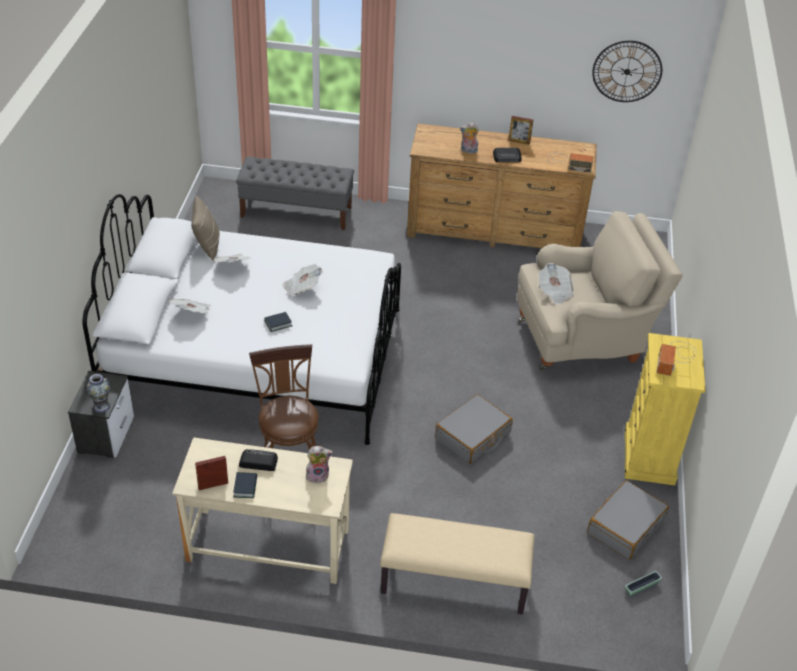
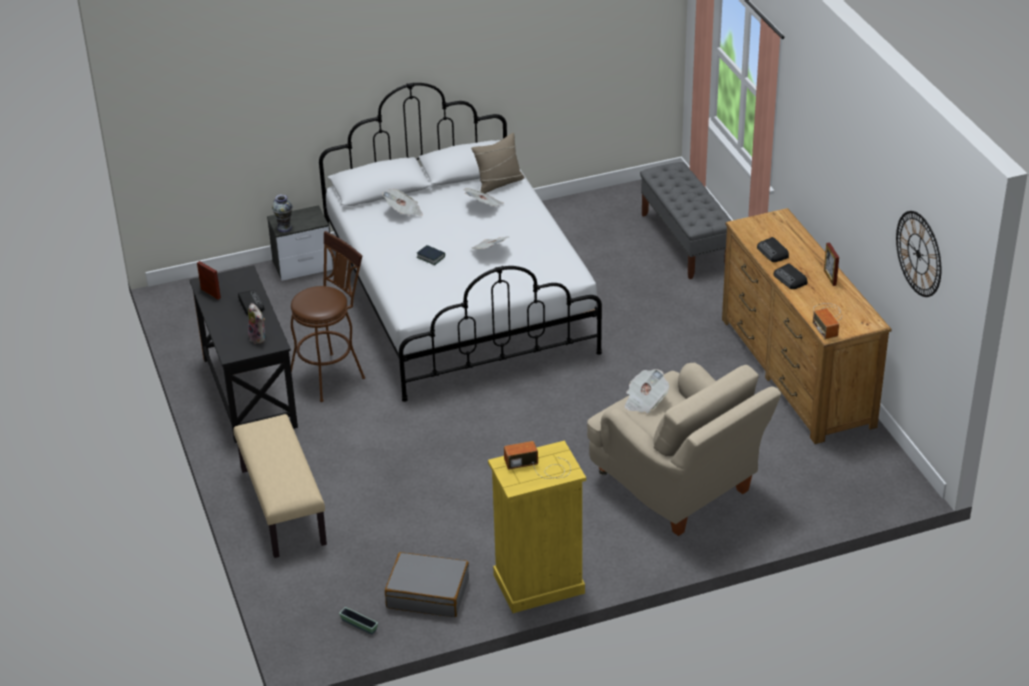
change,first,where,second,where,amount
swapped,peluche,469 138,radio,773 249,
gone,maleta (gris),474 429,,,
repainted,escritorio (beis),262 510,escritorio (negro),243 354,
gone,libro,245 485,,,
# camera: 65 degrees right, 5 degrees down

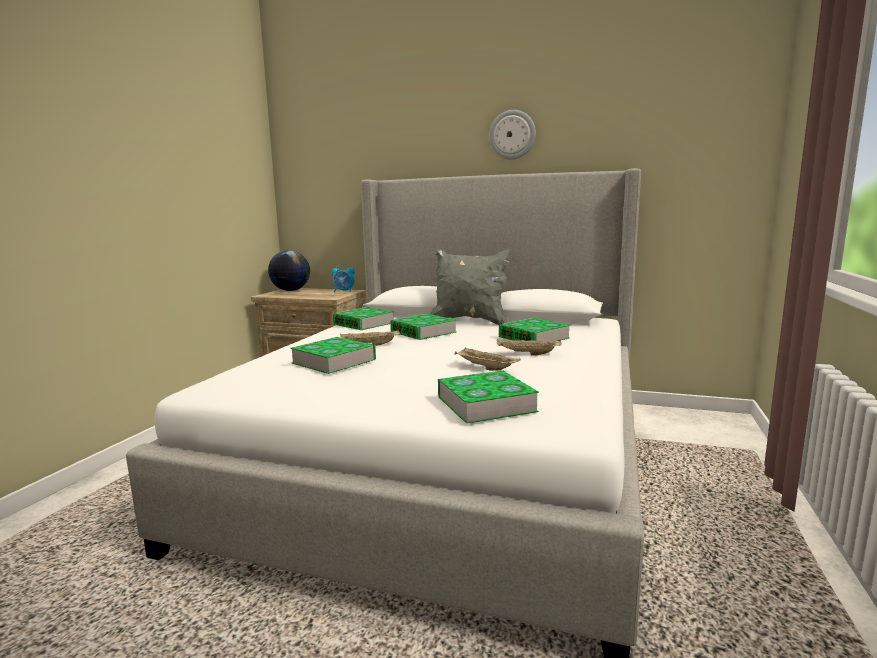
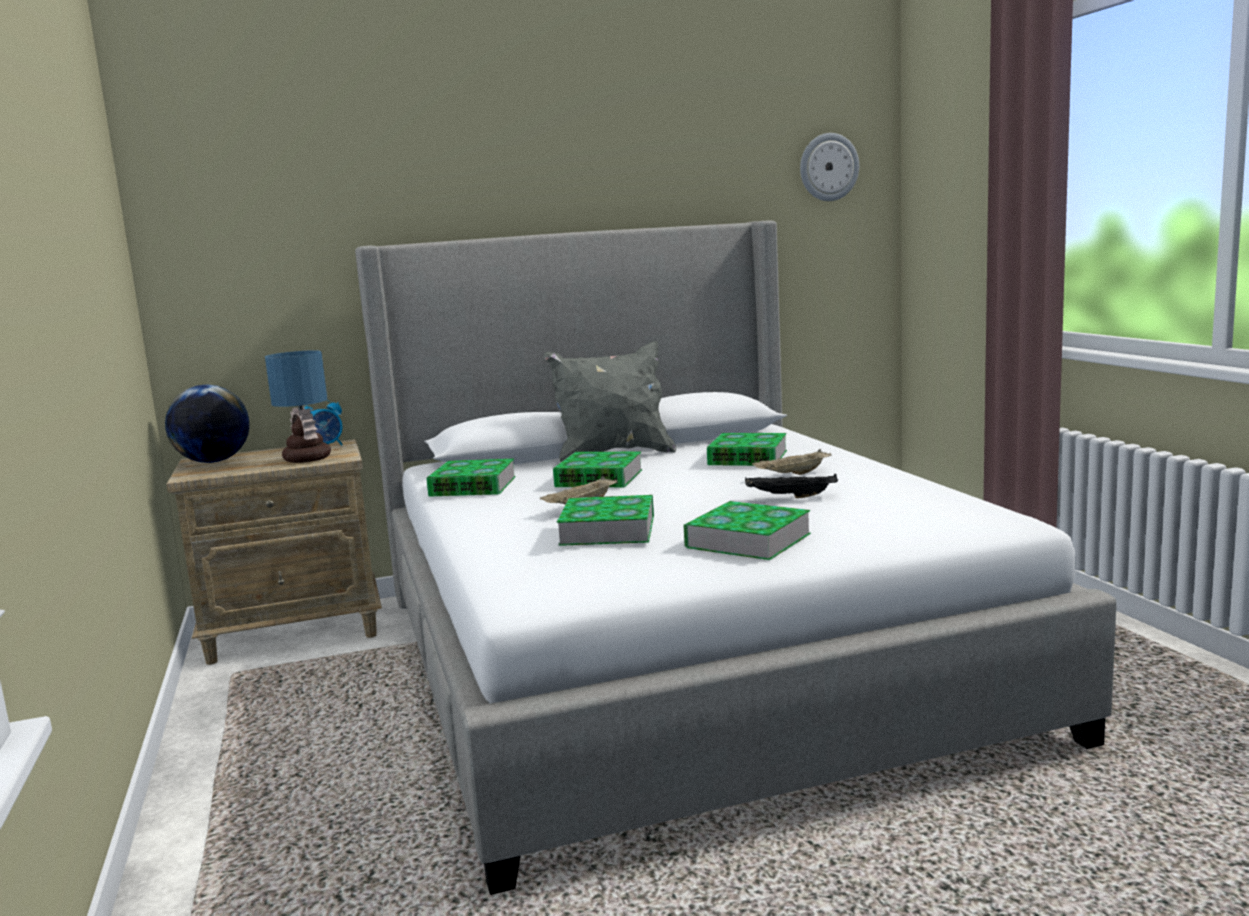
change,first,where,second,where,amount
shifted,reloj de pared,512 134,,829 167,
repainted,bandeja (beis),488 359,bandeja (negro),791 485,
shifted,libro,488 397,,747 530,
new,,,lámpara de mesa,298 406,
# camera: 35 degrees left, 0 degrees up

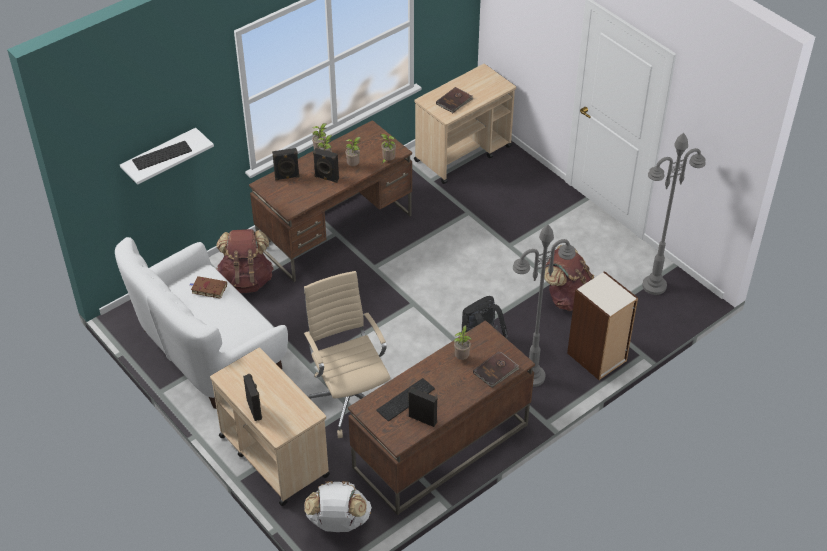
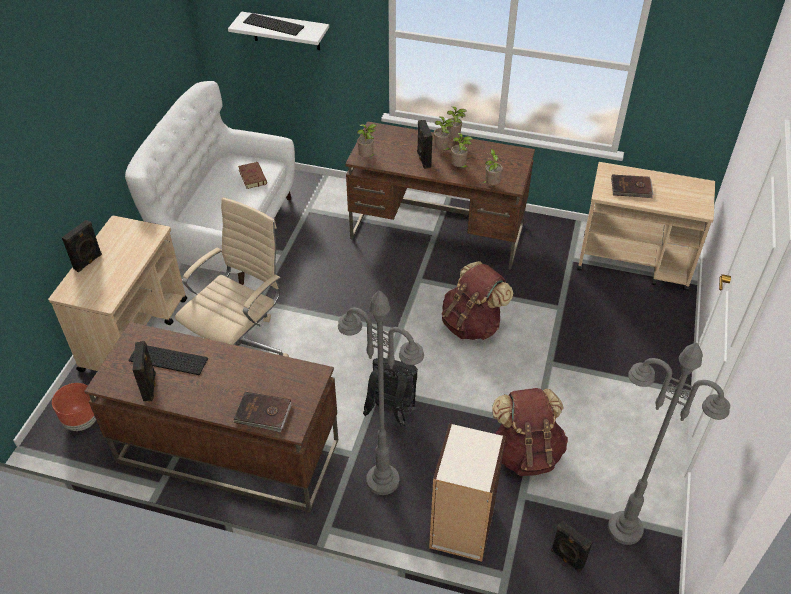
change,first,where,second,where,amount
shifted,altavoz (negro),286 164,,572 546,
shifted,mochila (marrón),245 261,,477 300,
shifted,planta en maceta,463 342,,367 140,
swapped,mochila (blanco),338 506,maceta (marrón),74 407,
# camera: 55 degrees right, 0 degrees up

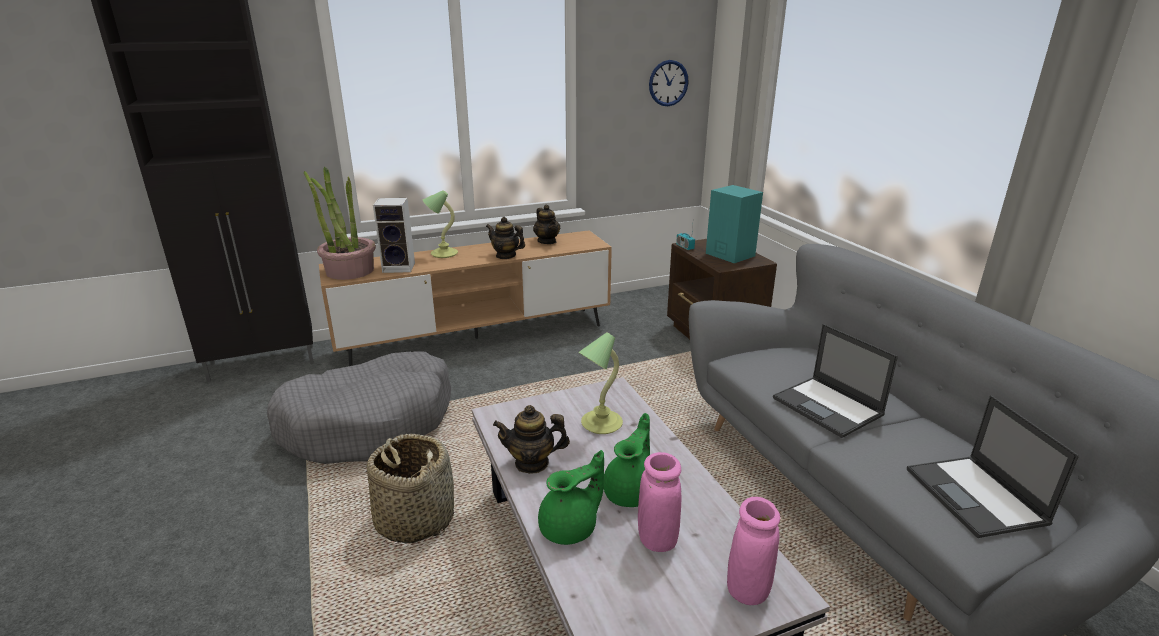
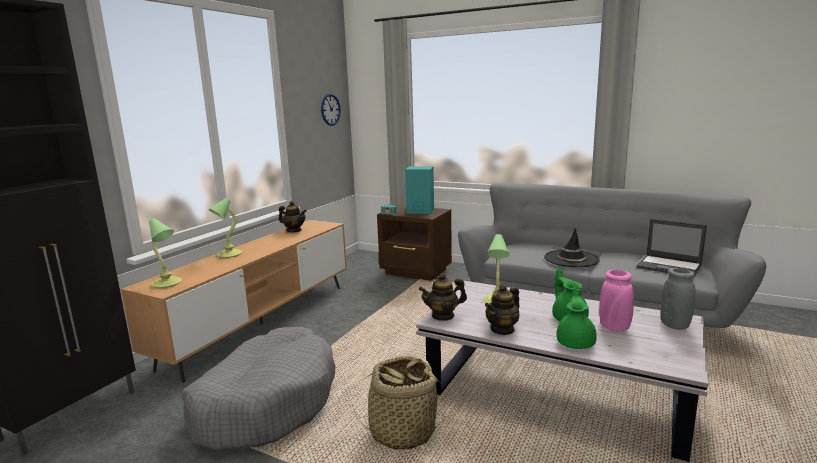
change,first,where,second,where,amount
swapped,planta en maceta,340 223,lámpara de mesa,165 253,
gone,altavoz,394 235,,,
shifted,tetera,505 238,,443 297,
swapped,portátil,835 381,sombrero (negro),572 247,
repainted,florero (rosa),753 551,florero (gris),677 299,
# camera: 40 degrees left, 10 degrees down

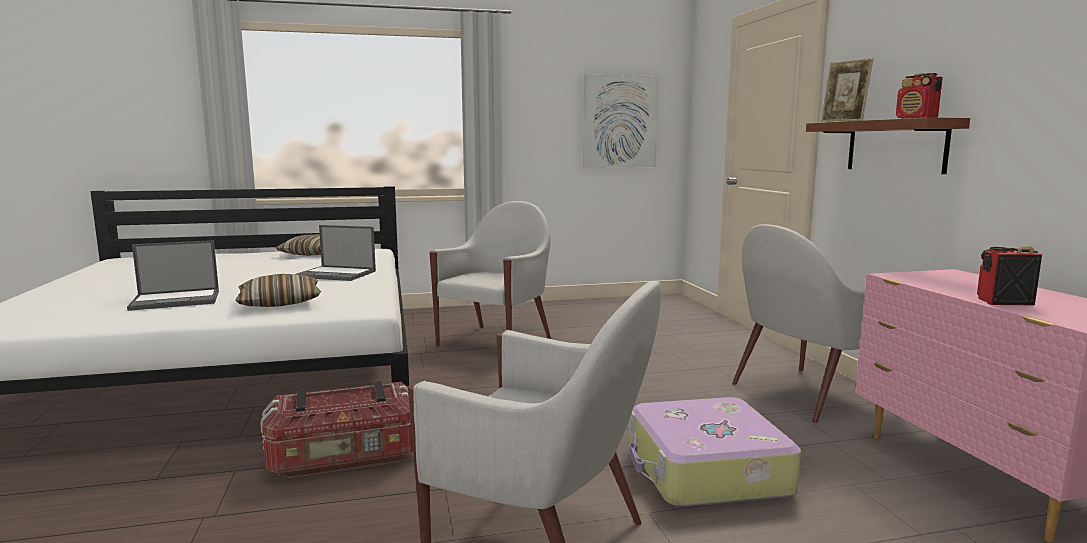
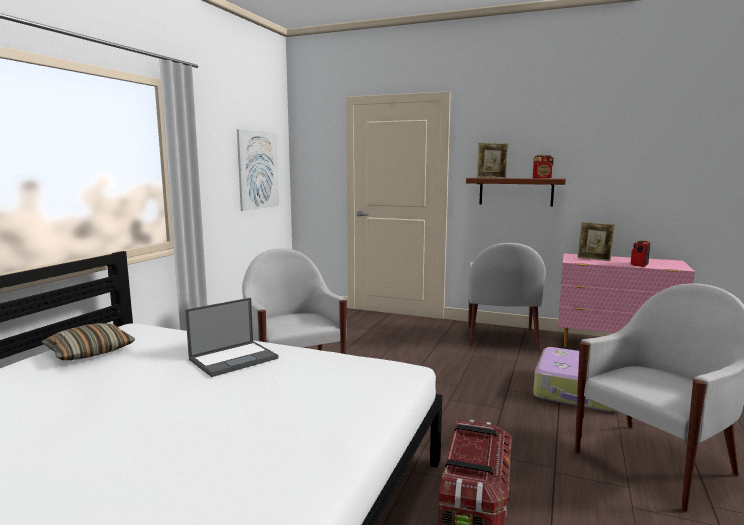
change,first,where,second,where,amount
gone,portátil,173 275,,,
gone,cojín,278 290,,,
new,,,portarretratos,596 241,
# camera: 55 degrees left, 0 degrees up

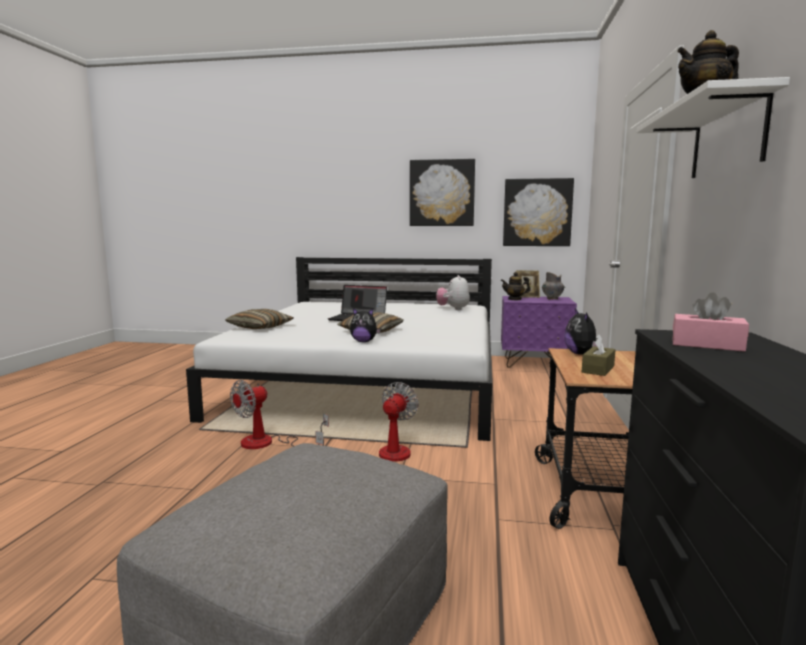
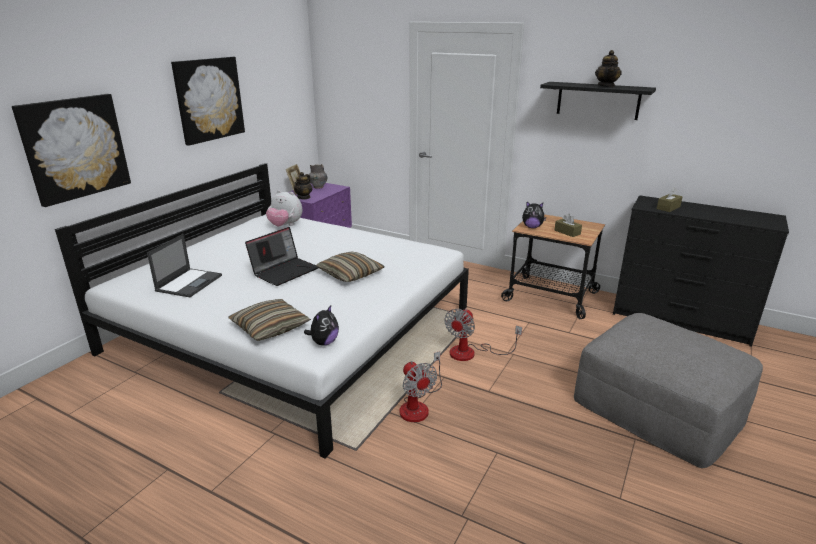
change,first,where,second,where,amount
repainted,estante (blanco),713 127,estante (negro),598 101,
shifted,cuadro,538 212,,71 150,
repainted,caja de pañuelos (rosa),711 322,caja de pañuelos (marrón),670 199,
shifted,peluche,365 325,,321 325,
rotated,ventilador,367 422,,483 334,105 degrees counterclockwise
new,,,portátil,184 265,
# camera: 70 degrees left, 15 degrees up

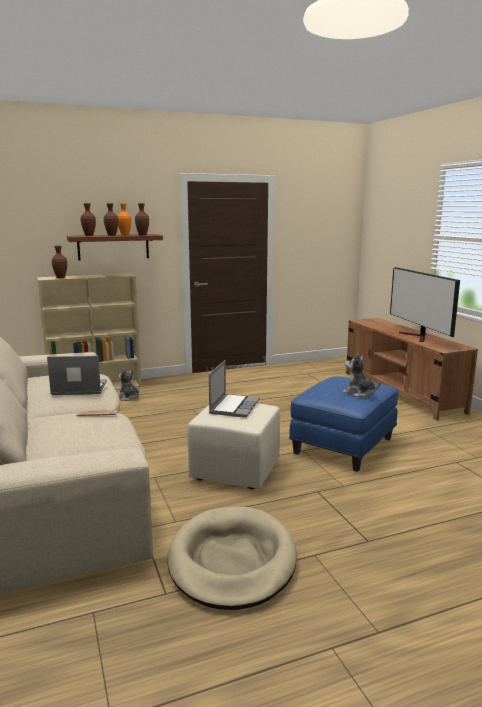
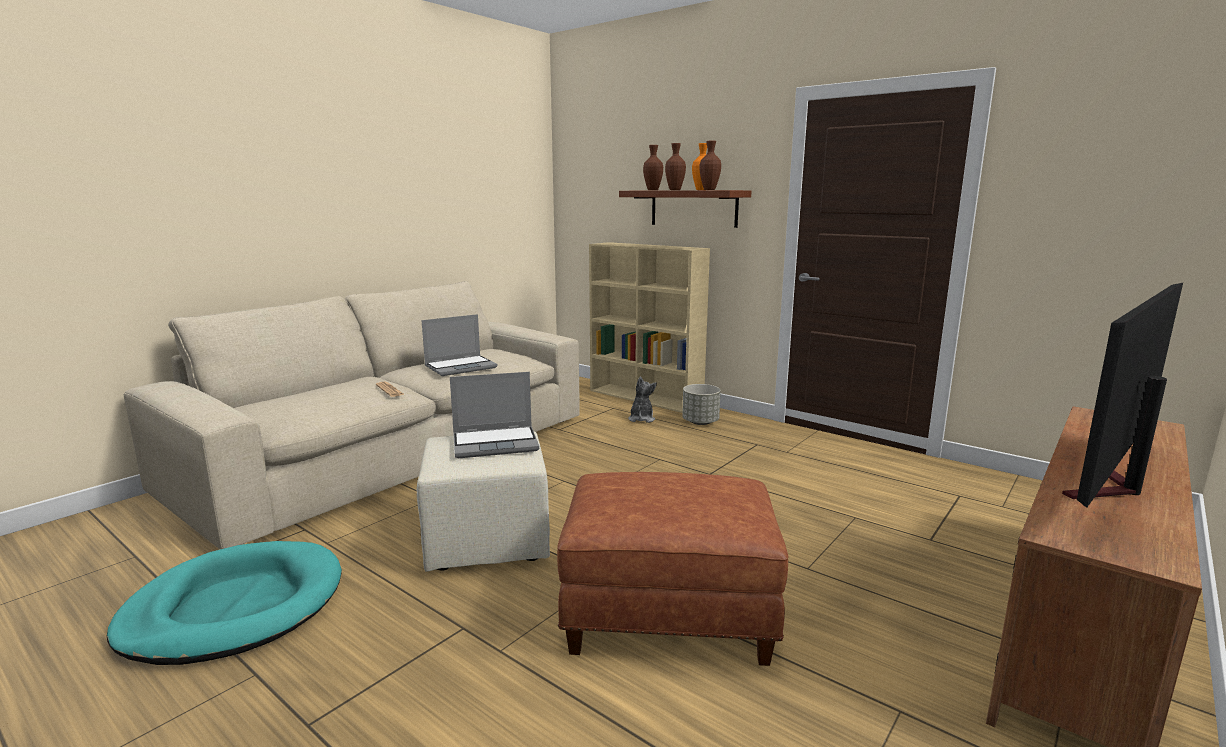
change,first,where,second,where,amount
gone,florero (marrón),59 262,,,
gone,peluche,362 375,,,
rotated,portátil,77 375,,459 345,90 degrees clockwise
repainted,puf (azul),344 424,puf (marrón),672 569,
repainted,cama para perro (beis),232 558,cama para perro (turquesa),224 603,
new,,,maceta (gris),701 404,
# camera: 60 degrees right, 0 degrees up

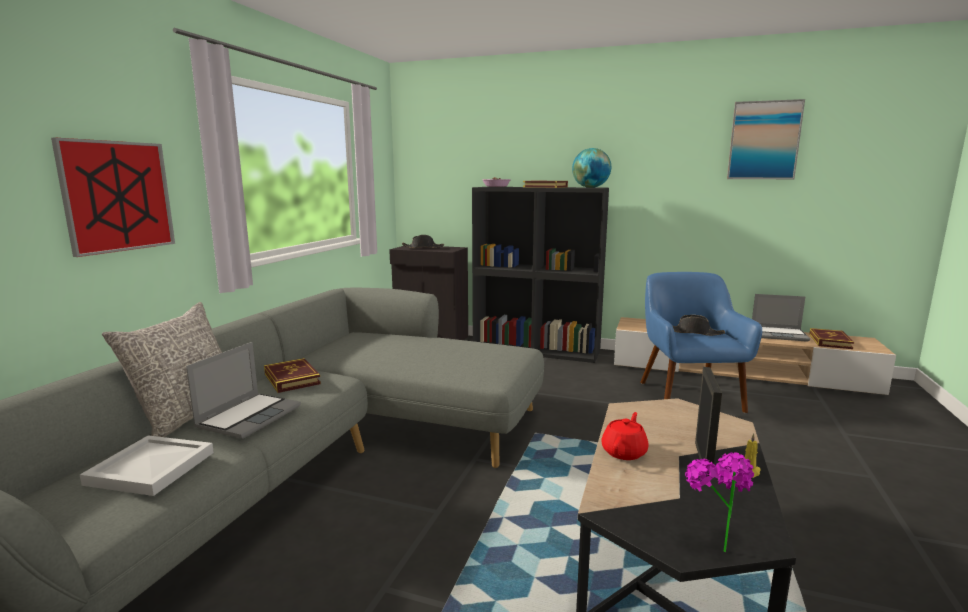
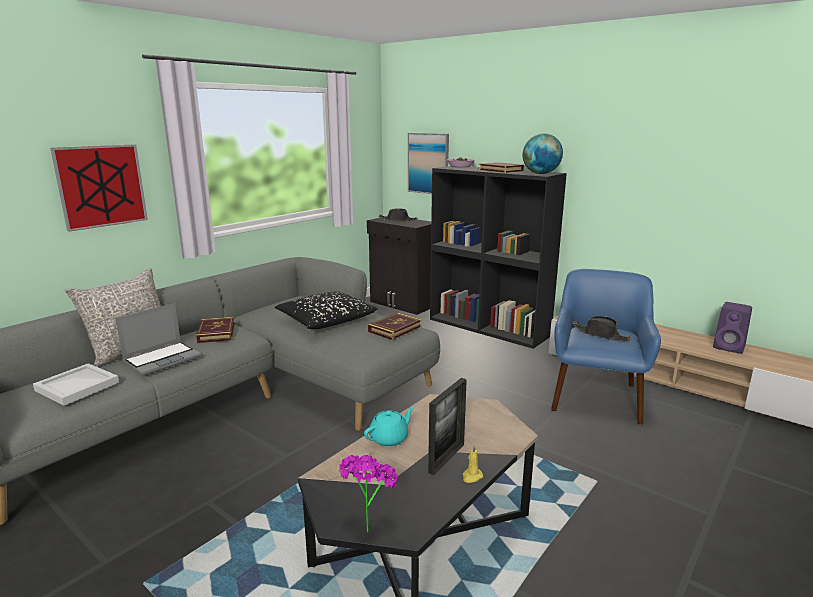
change,first,where,second,where,amount
shifted,cuadro,766 139,,428 163,
swapped,portátil,781 318,altavoz (morado),732 328,
shifted,libro,831 338,,395 326,
repainted,tetera (rojo),625 436,tetera (turquesa),389 426,
new,,,cojín (negro),326 310,
# camera: 20 degrees right, 5 degrees up

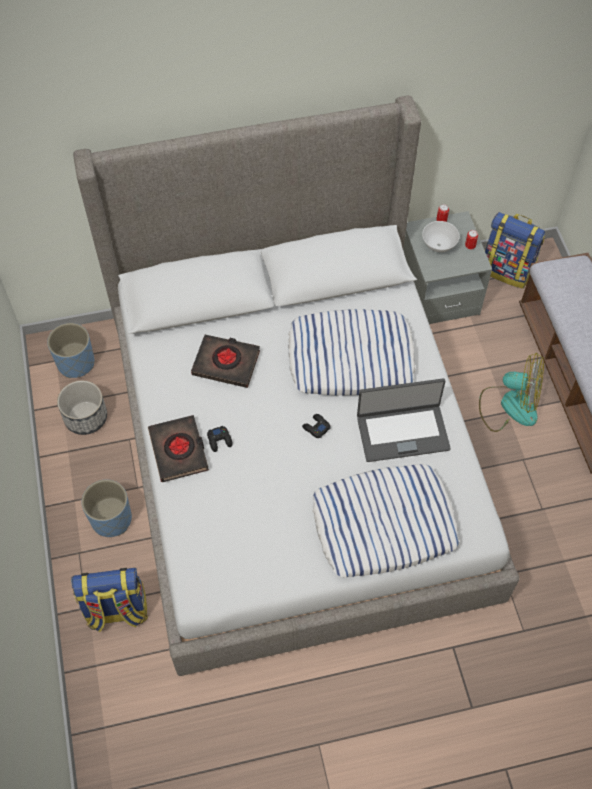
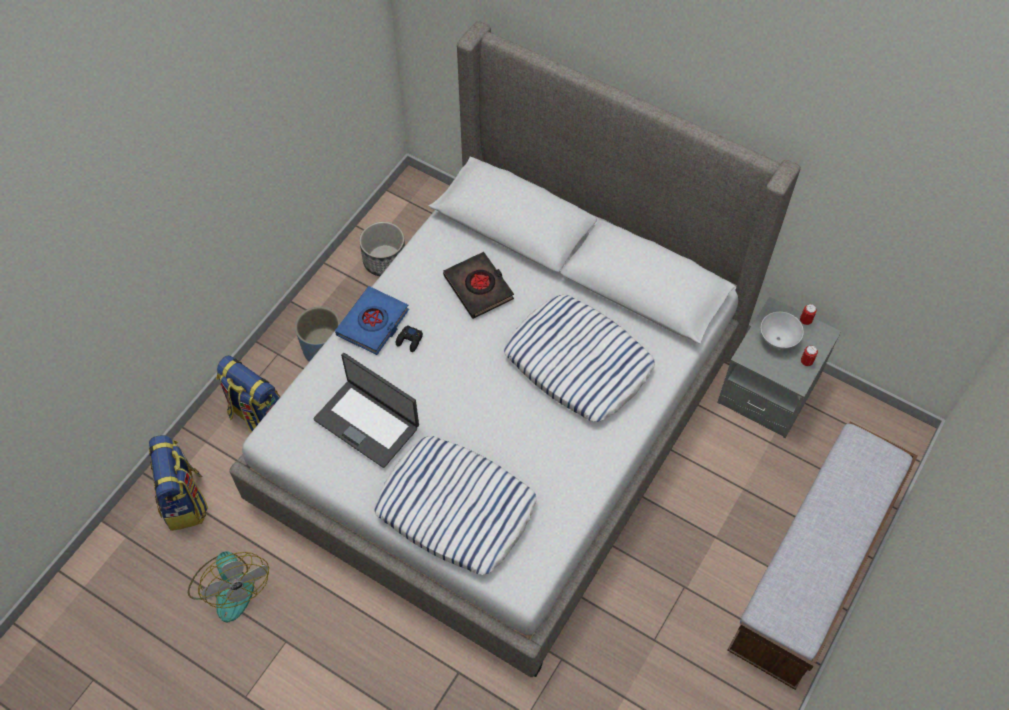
change,first,where,second,where,amount
shifted,mochila,515 250,,178 483,
gone,maceta (azul),70 350,,,
shifted,ventilador,511 392,,228 586,
shifted,portátil,404 420,,366 410,
gone,mando de consola (negro),316 426,,,
repainted,libro (negro),178 448,libro (azul),372 320,
# camera: 45 degrees right, 0 degrees up

